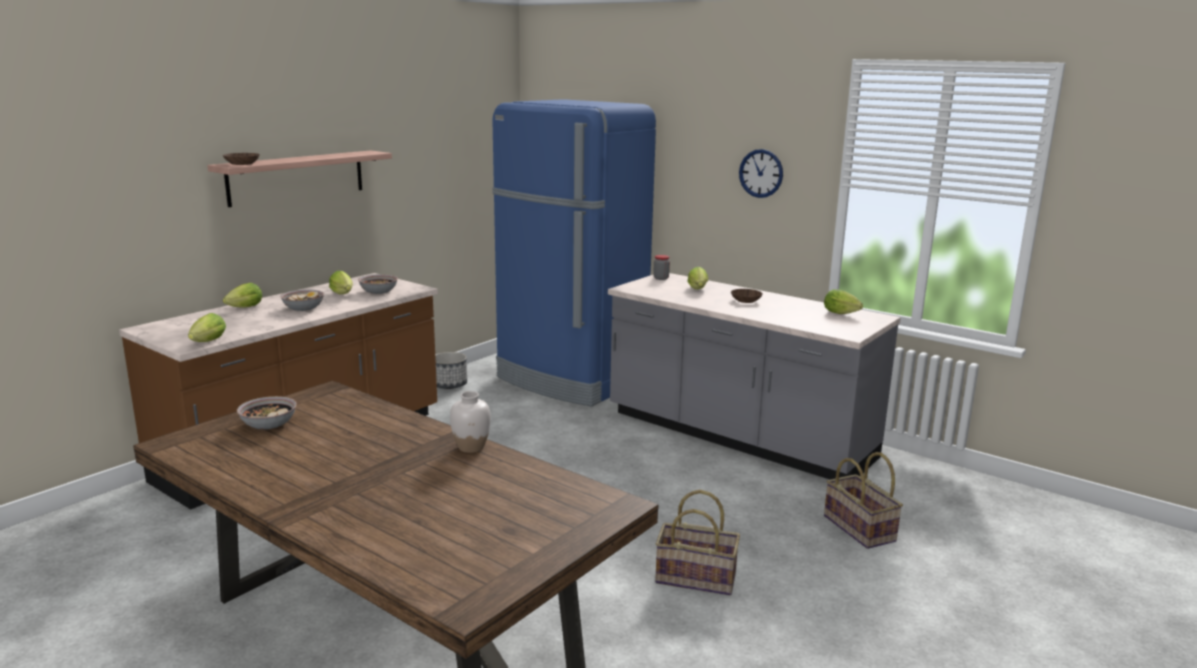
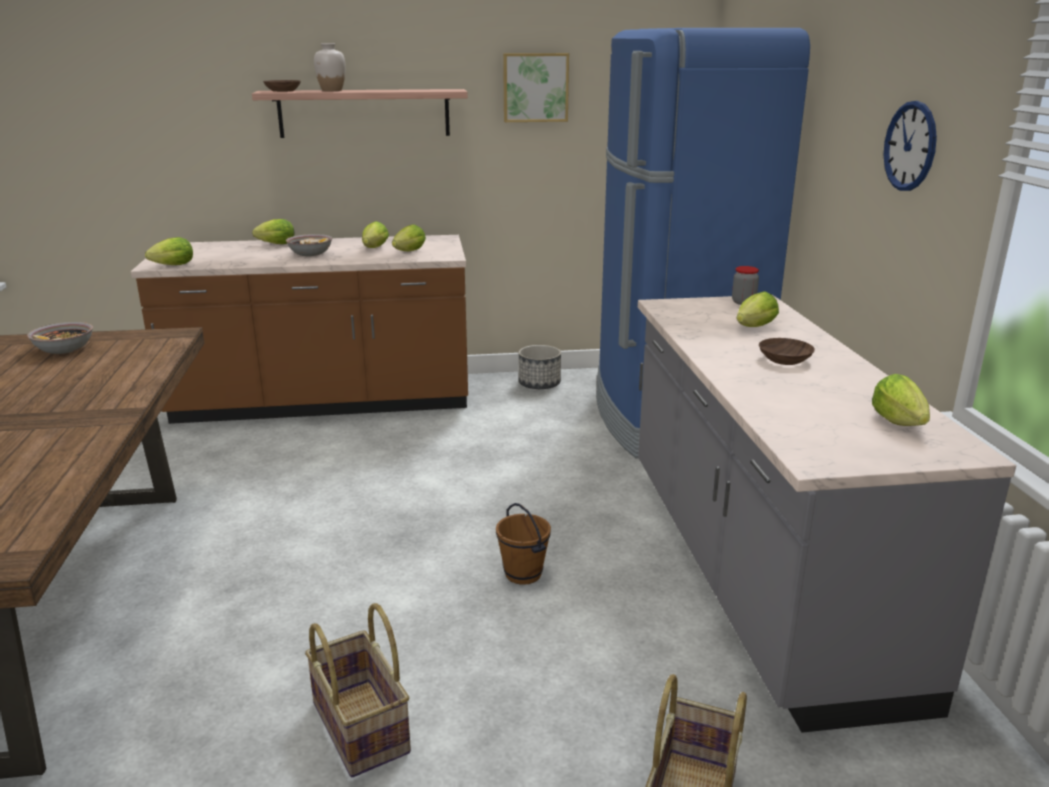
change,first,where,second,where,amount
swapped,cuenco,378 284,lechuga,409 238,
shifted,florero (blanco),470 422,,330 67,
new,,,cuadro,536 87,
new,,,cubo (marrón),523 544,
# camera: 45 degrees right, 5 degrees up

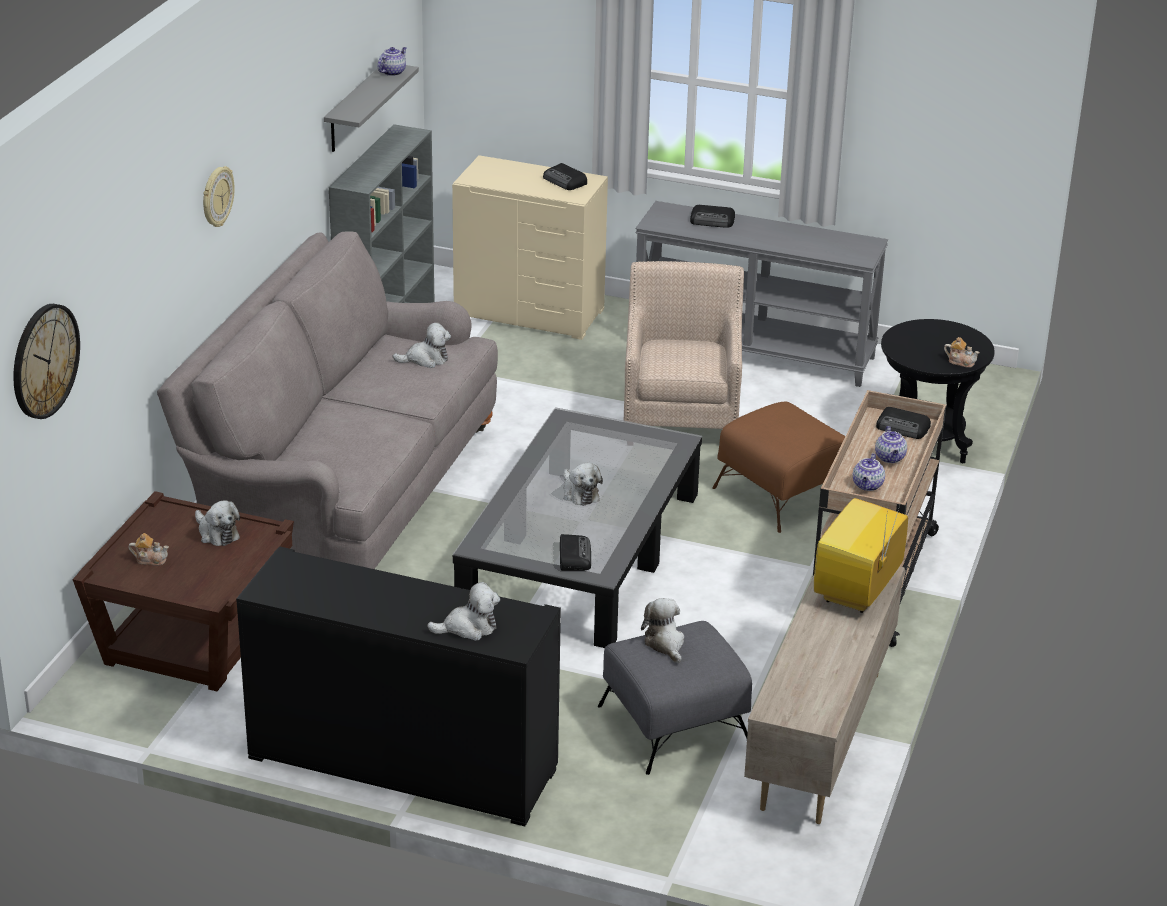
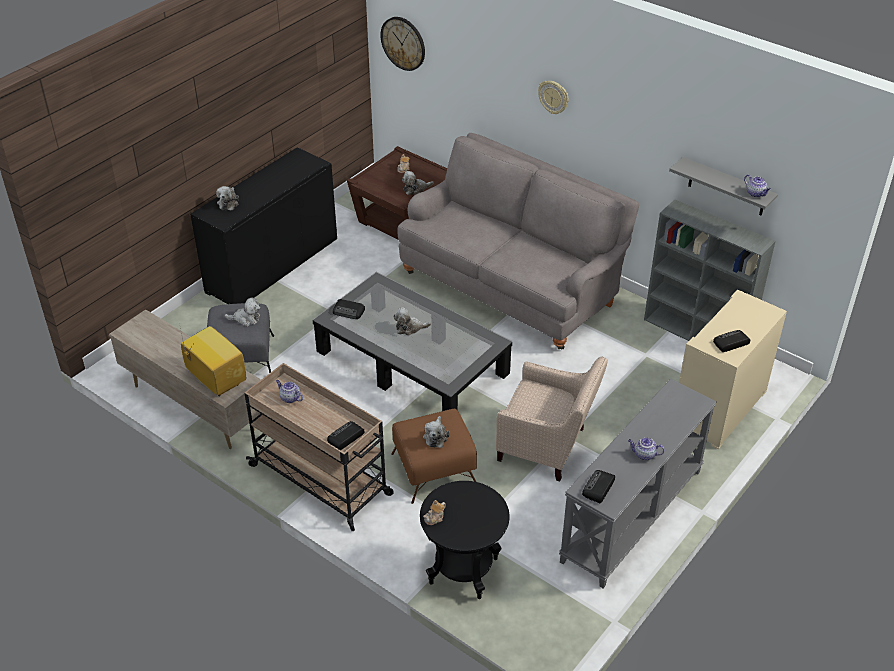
change,first,where,second,where,amount
shifted,radio,712 216,,598 486,
shifted,peluche,422 345,,436 432,
shifted,tetera,891 444,,646 448,
# camera: 110 degrees right, 10 degrees up

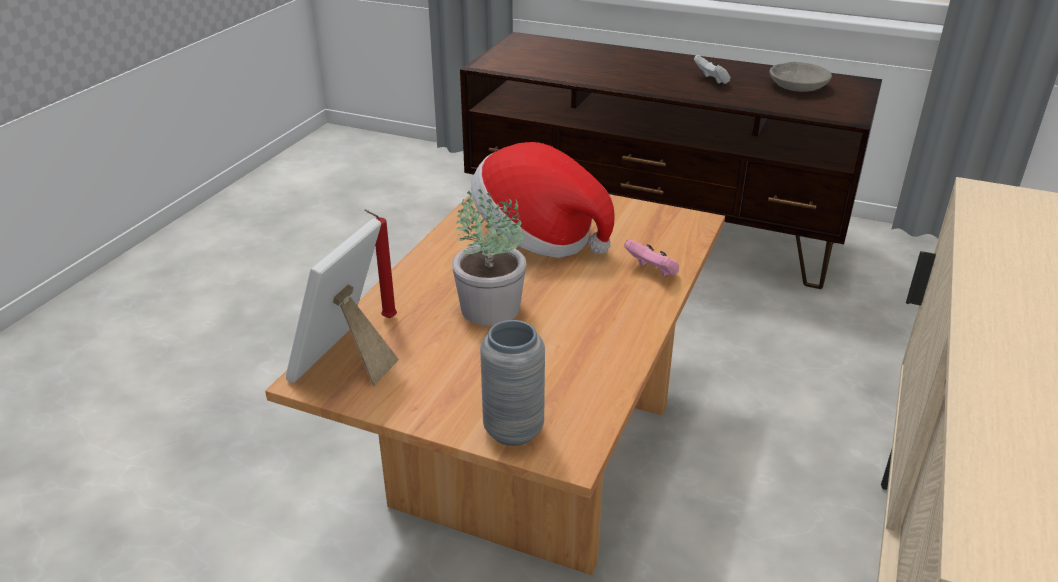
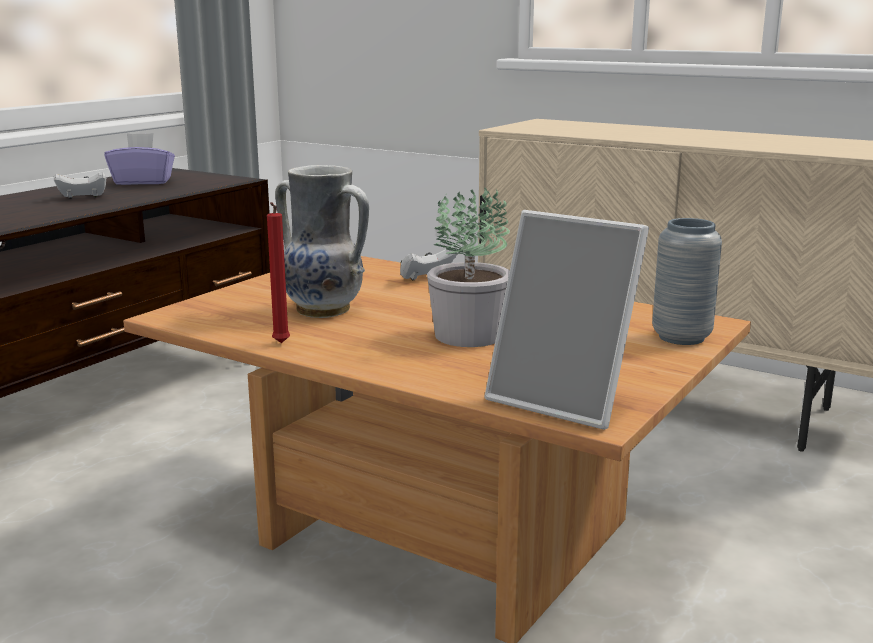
change,first,where,second,where,amount
swapped,cuenco (gris),800 77,caja de pañuelos (morado),139 159,
swapped,sombrero,543 200,florero,322 241,
shifted,vela (rojo),380 264,,278 272,
repainted,mando de consola (rosa),651 258,mando de consola (blanco),429 263,
# camera: 80 degrees left, 15 degrees down

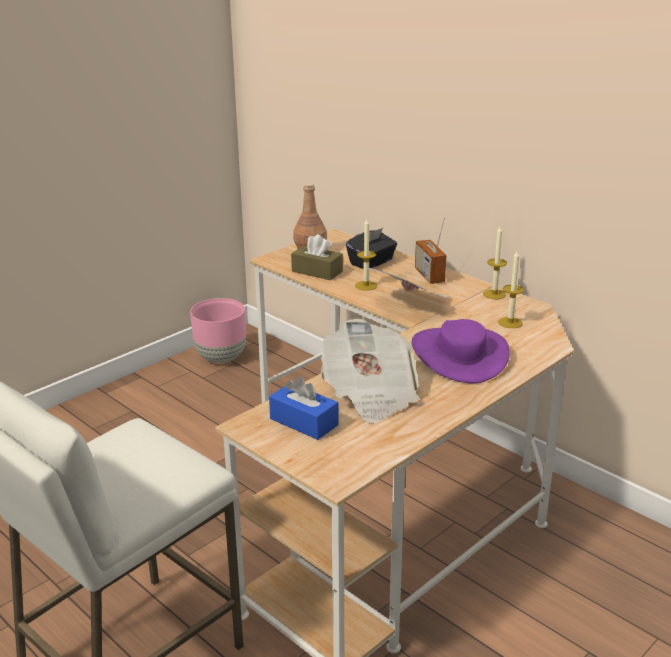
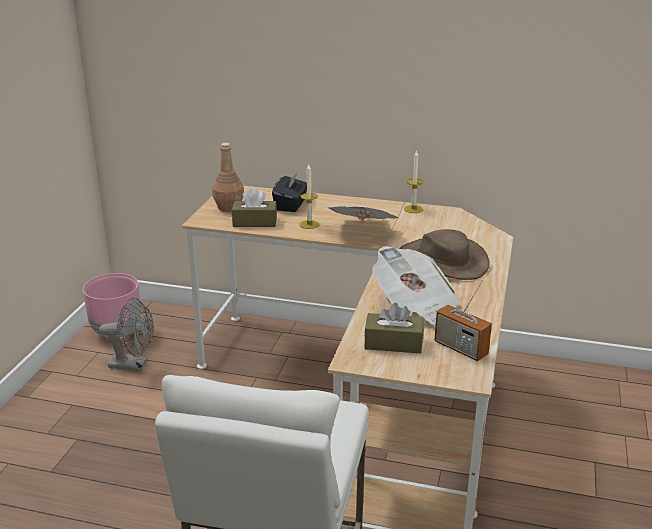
change,first,where,second,where,amount
shifted,radio,431 251,,463 320,
gone,vela,511 289,,,
repainted,sombrero (morado),461 351,sombrero (marrón),444 254,
repainted,caja de pañuelos (azul),304 408,caja de pañuelos (marrón),394 328,
new,,,ventilador (gris),126 334,
# camera: 30 degrees left, 0 degrees up

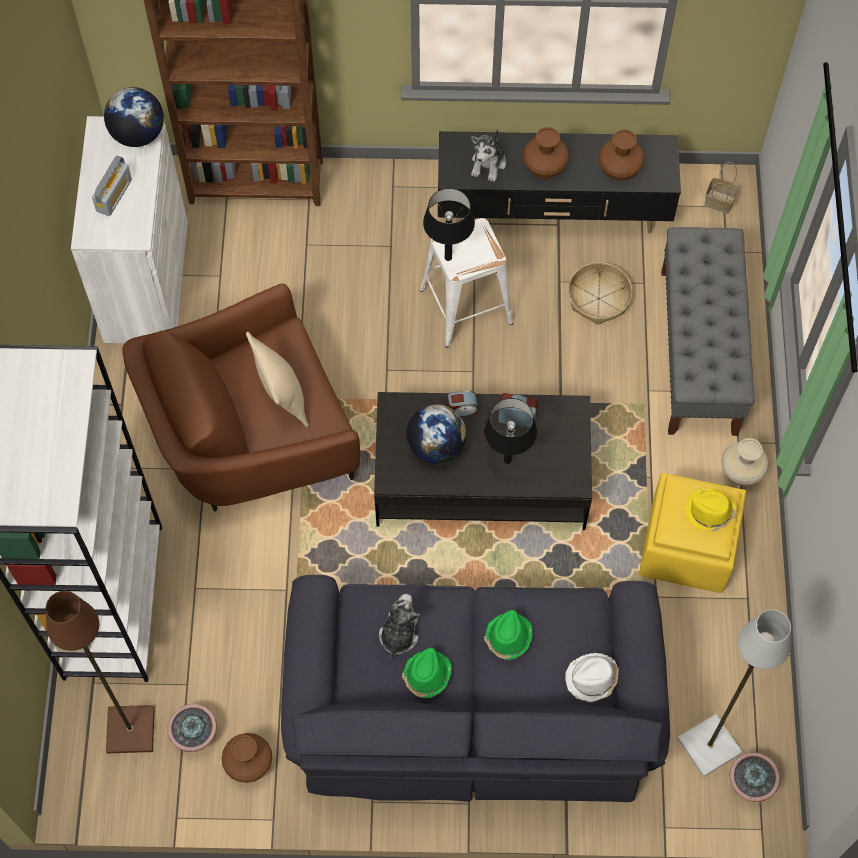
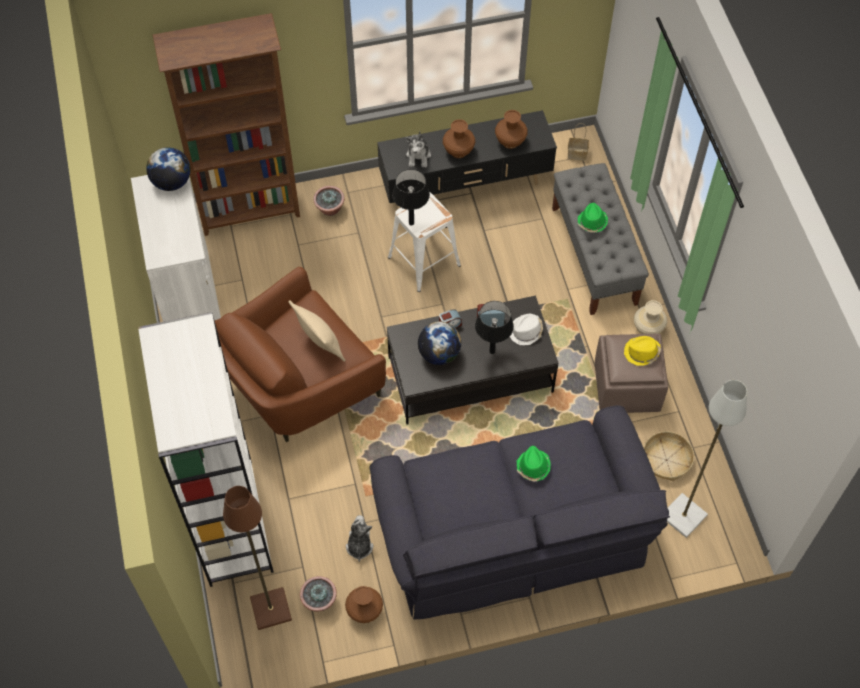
change,first,where,second,where,amount
gone,radio,112 186,,,
shifted,cesta,600 293,,669 456,
repainted,puf (amarillo),692 533,puf (marrón),631 373,
shifted,peluche,399 626,,359 538,
shifted,sombrero (verde),427 673,,593 218,
shifted,sombrero (blanco),592 677,,526 329,
shifted,planta en maceta,755 777,,329 201,
# camera: 15 degrees left, 5 degrees down

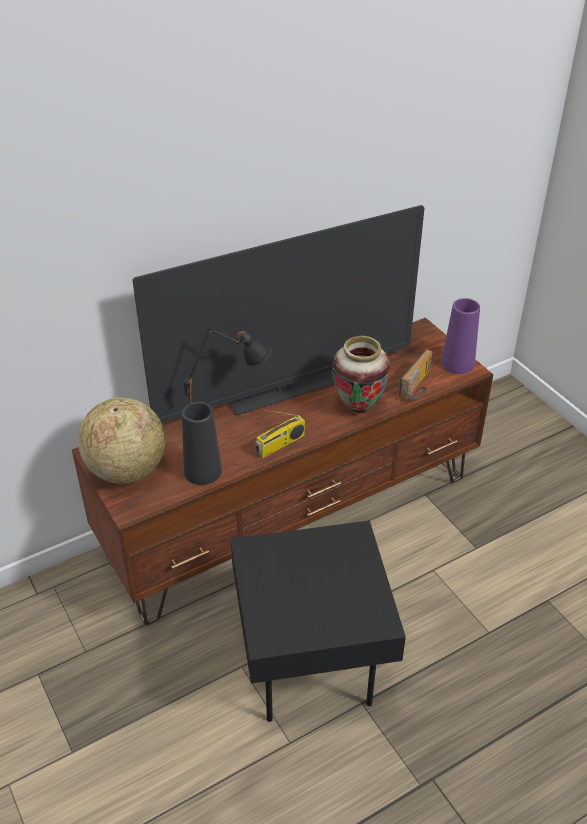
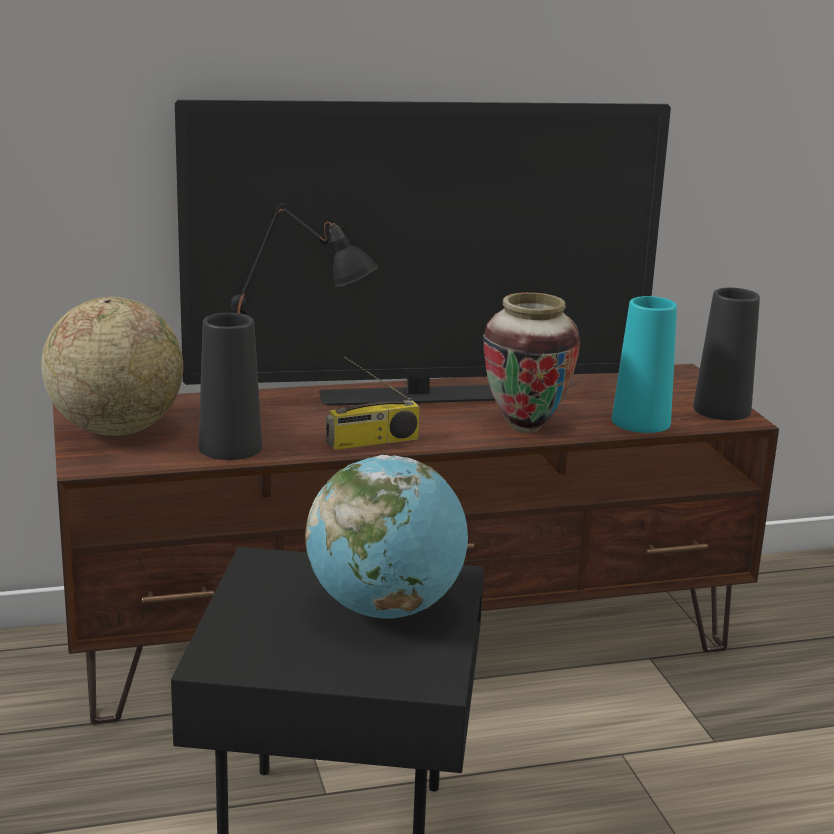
change,first,where,second,where,amount
repainted,florero (morado),460 336,florero (negro),726 354,
swapped,radio,415 374,florero (turquesa),644 364,
new,,,globo terráqueo,386 537,
# camera: 15 degrees right, 20 degrees down

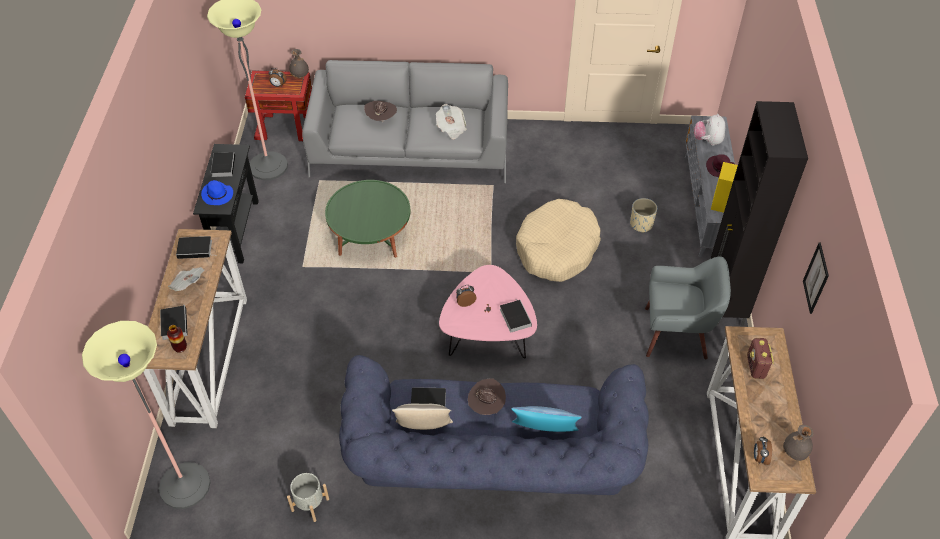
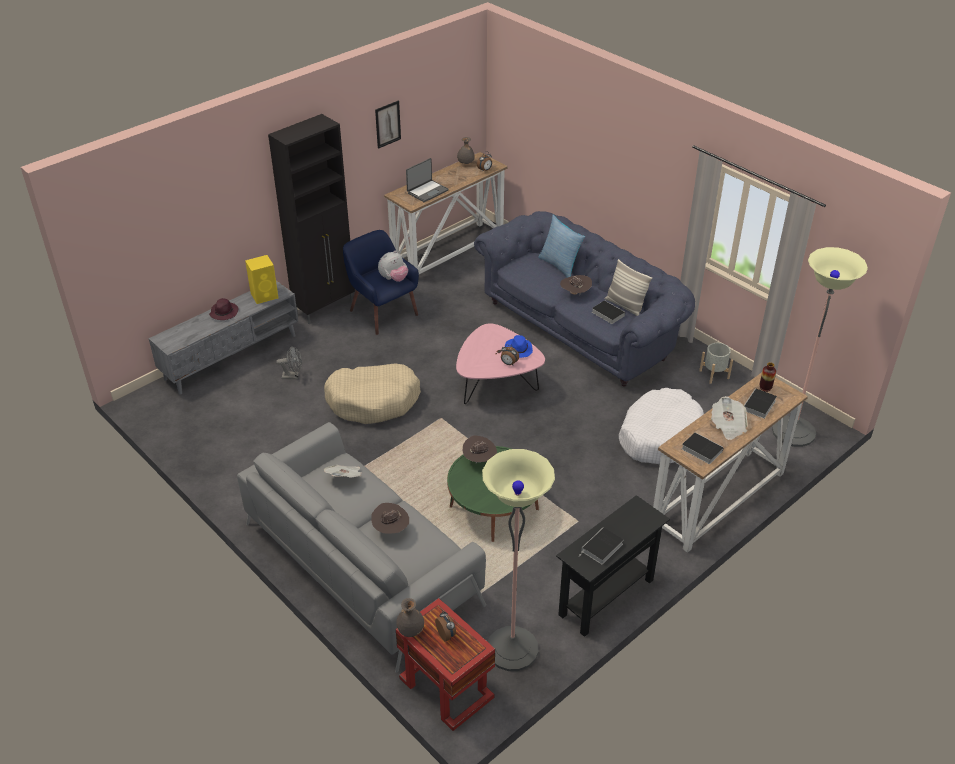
change,first,where,second,where,amount
shifted,peluche,709 129,,393 266,
shifted,sombrero (azul),217 192,,519 346,
swapped,maceta (beis),643 215,ventilador (gris),289 362,
repainted,sillón (gris),688 307,sillón (azul),381 282,
gone,libro,516 316,,,
swapped,radio,760 358,portátil,427 180,
new,,,cama para perro (blanco),661 426,
new,,,sombrero (marrón),480 449,
# camera: 135 degrees left, 10 degrees down

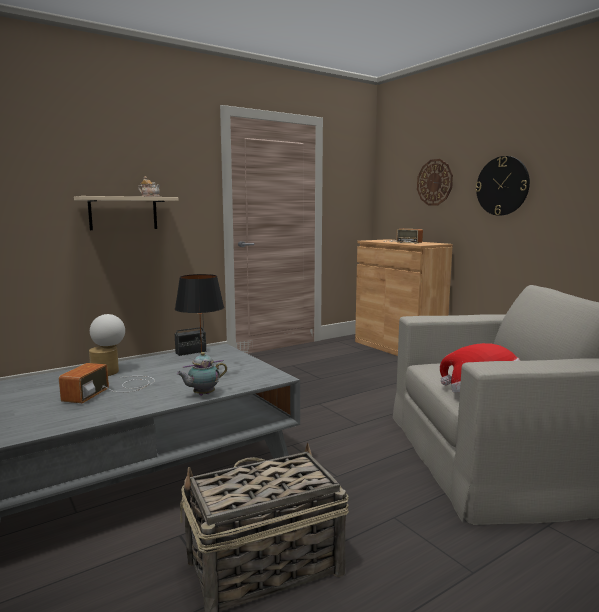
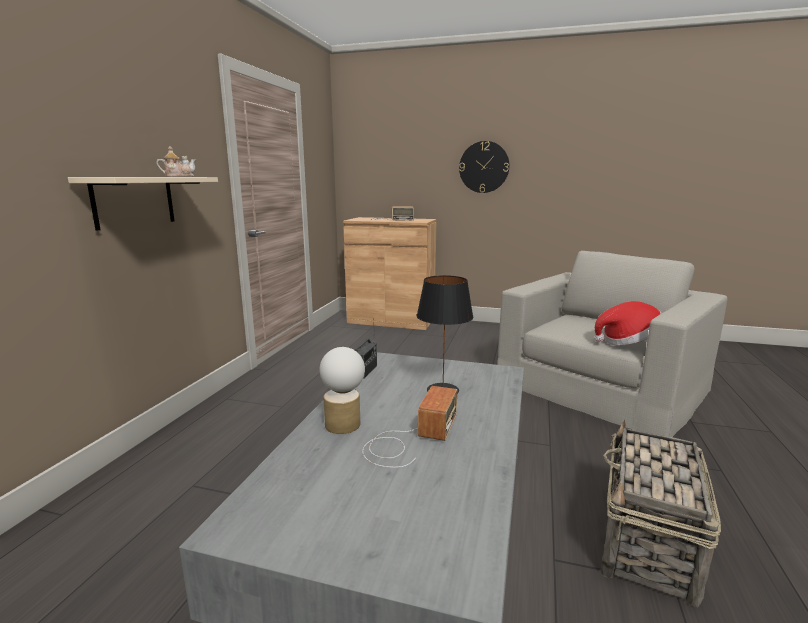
change,first,where,second,where,amount
gone,reloj de pared,435 182,,,
gone,tetera,201 374,,,
rotated,radio,107 383,,409 427,135 degrees counterclockwise
# camera: 40 degrees left, 5 degrees up

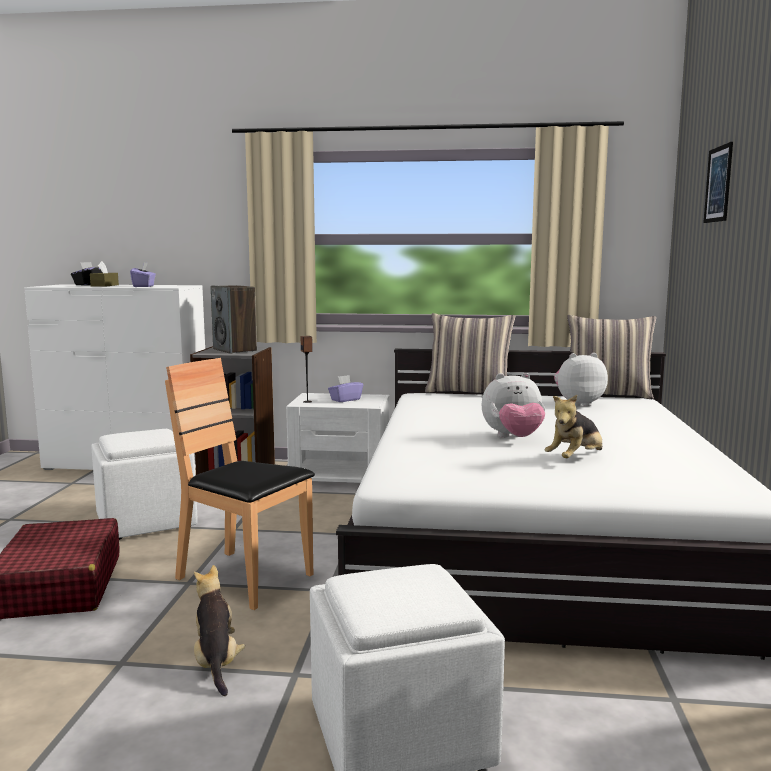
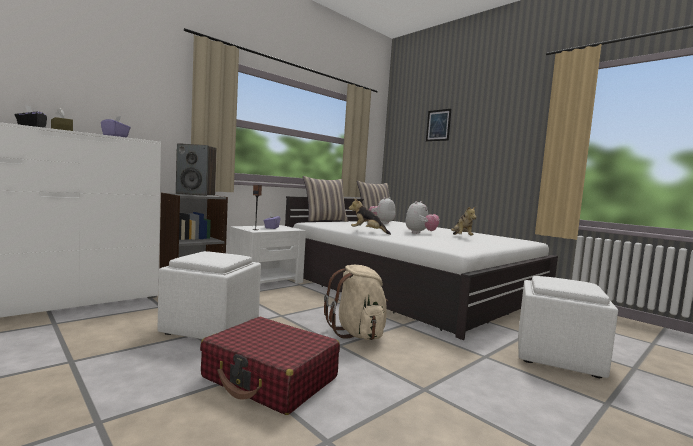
change,first,where,second,where,amount
swapped,silla (marrón),240 484,mochila (beis),356 302,
shifted,peluche,219 630,,370 216,
# camera: 50 degrees left, 5 degrees down

